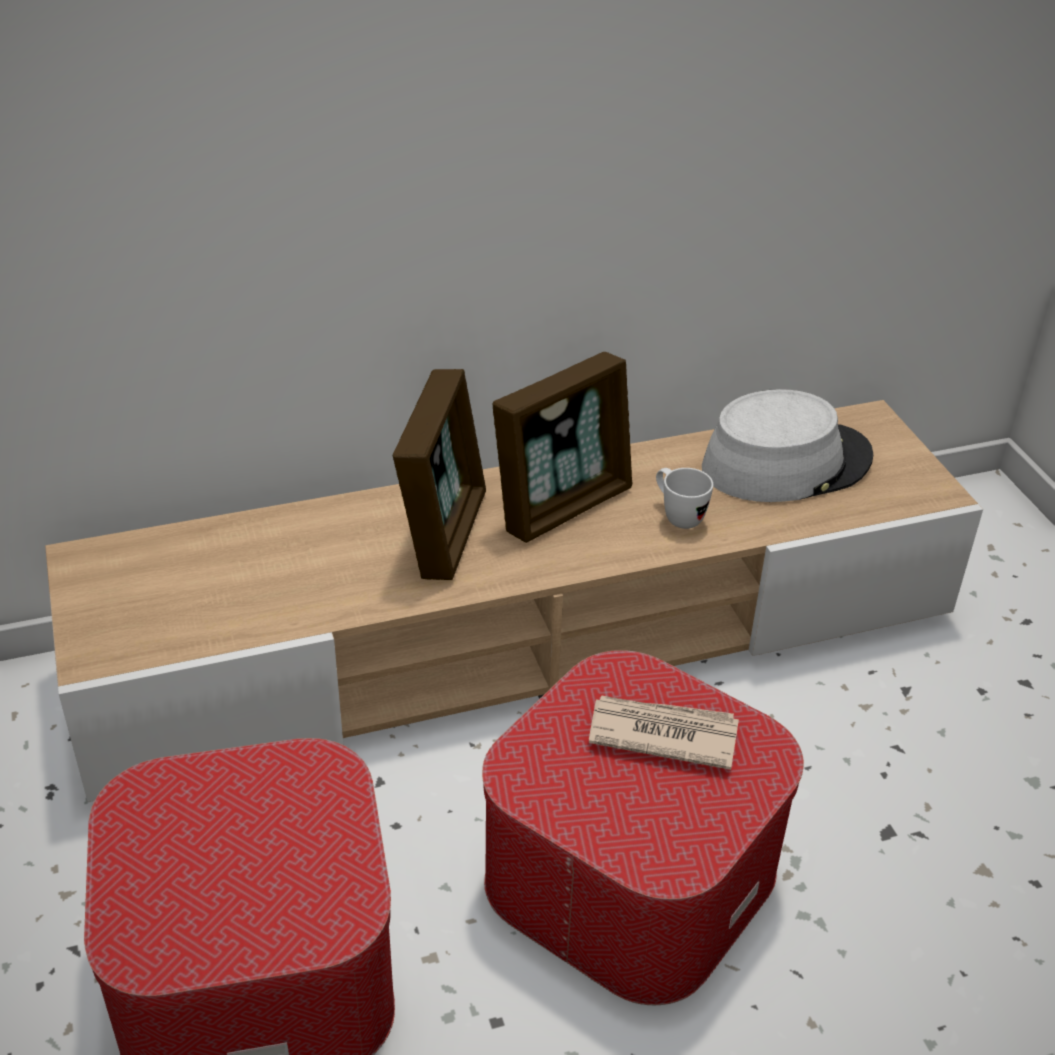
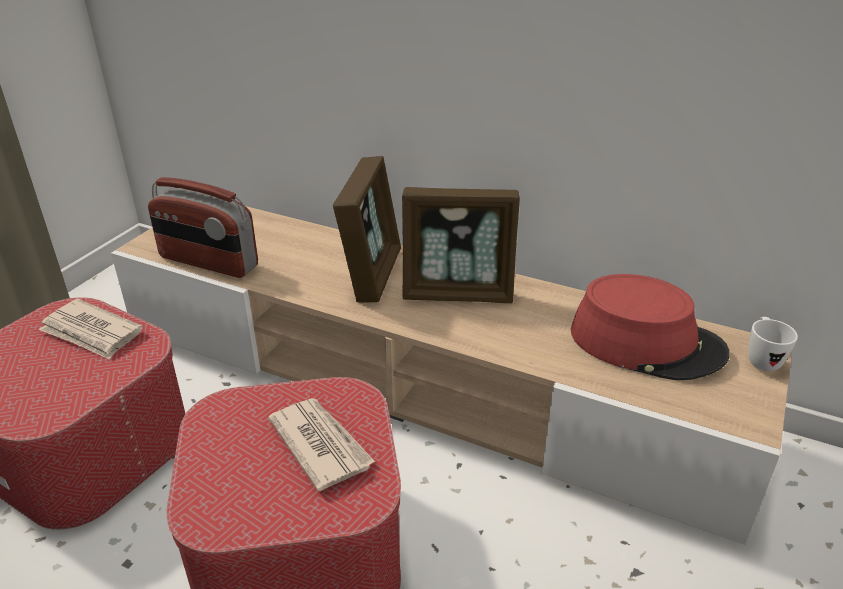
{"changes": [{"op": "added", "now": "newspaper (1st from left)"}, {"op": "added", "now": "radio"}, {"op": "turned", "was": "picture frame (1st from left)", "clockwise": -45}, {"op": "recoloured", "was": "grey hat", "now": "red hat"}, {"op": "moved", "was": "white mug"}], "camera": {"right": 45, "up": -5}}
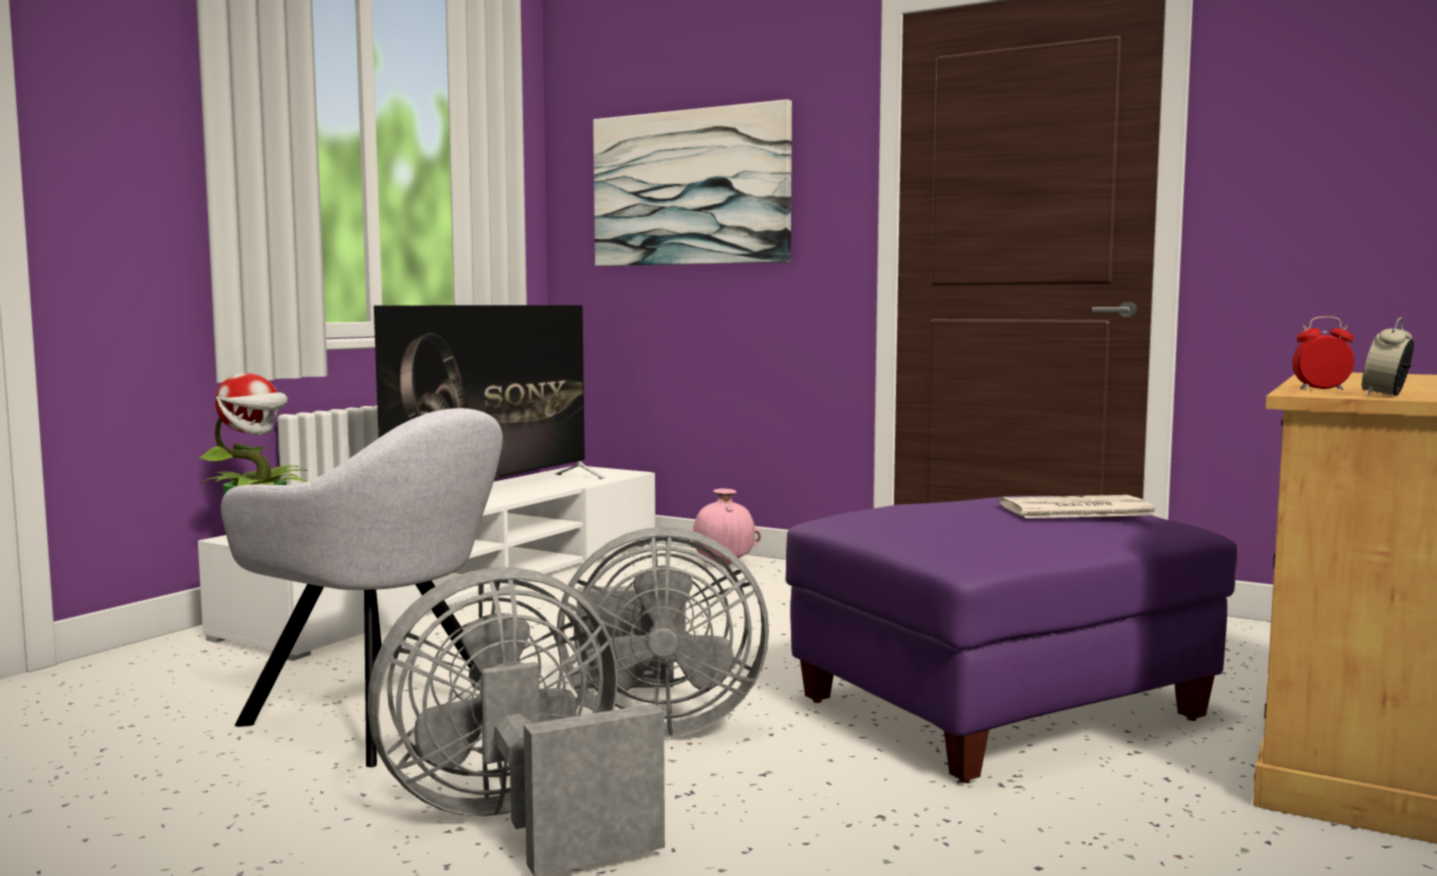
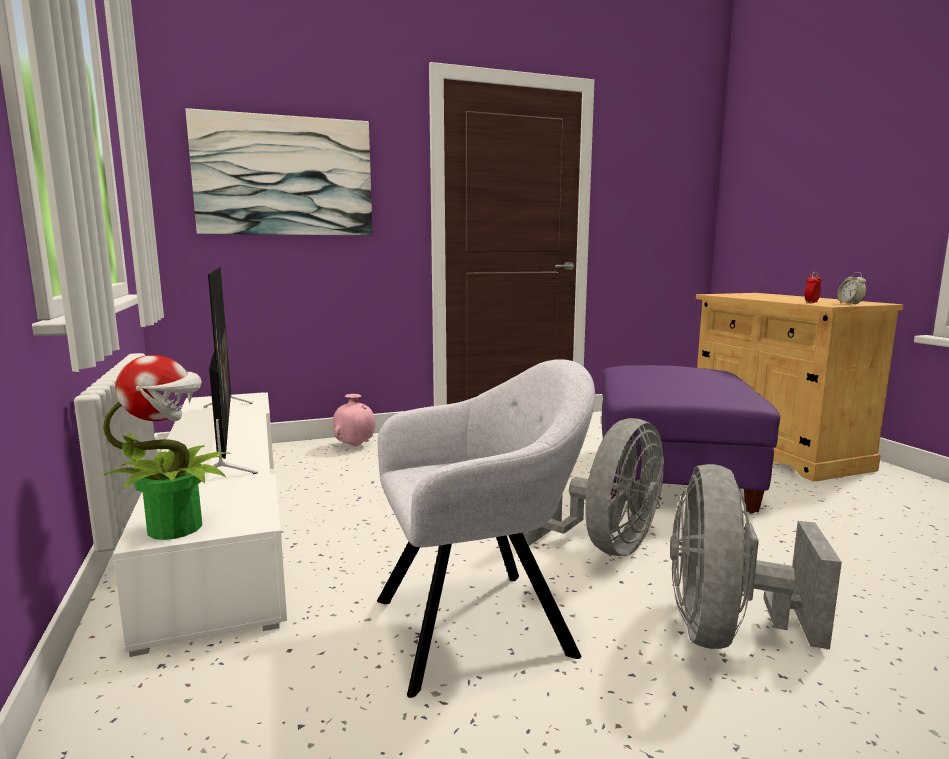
{"changes": [{"op": "removed", "was": "newspaper"}], "camera": {"right": -50, "up": 5}}
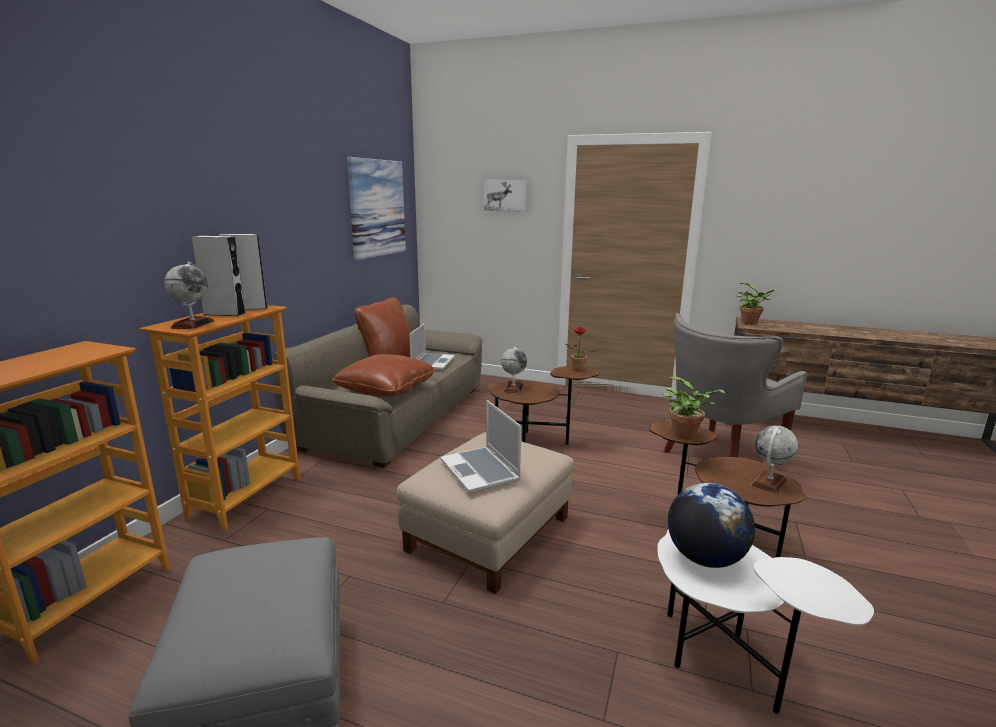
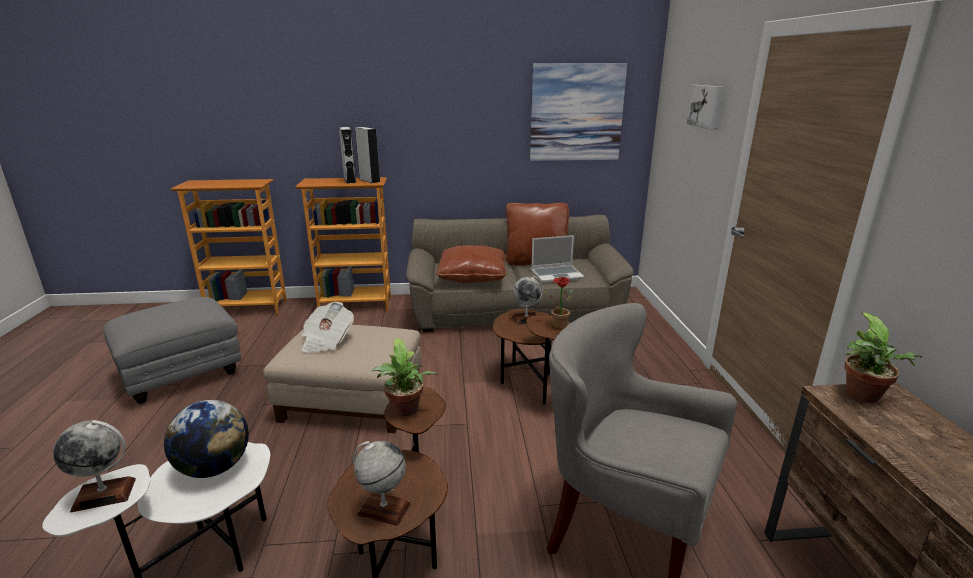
{"changes": [{"op": "moved", "was": "globe (1st from left)"}, {"op": "replaced", "was": "laptop (2nd from left)", "now": "newspaper"}], "camera": {"right": 65, "up": 5}}
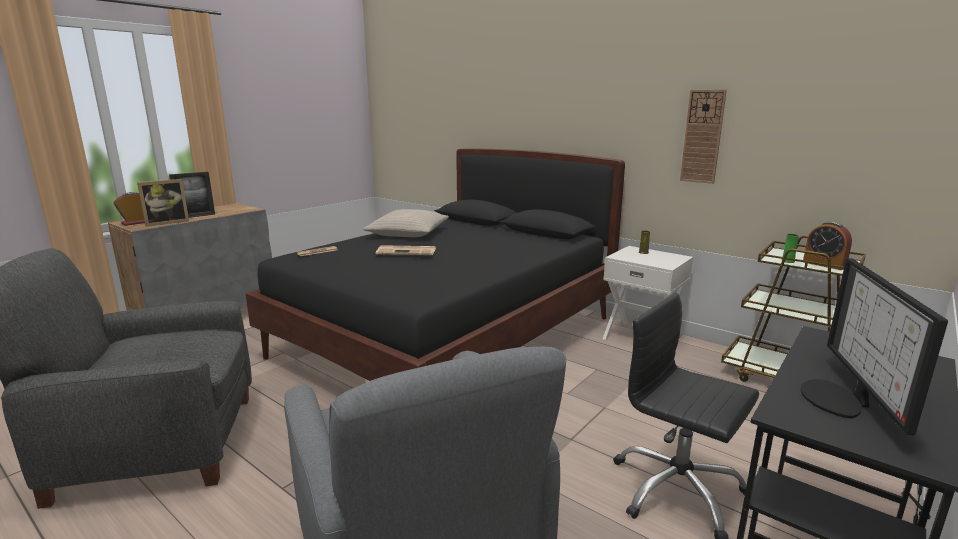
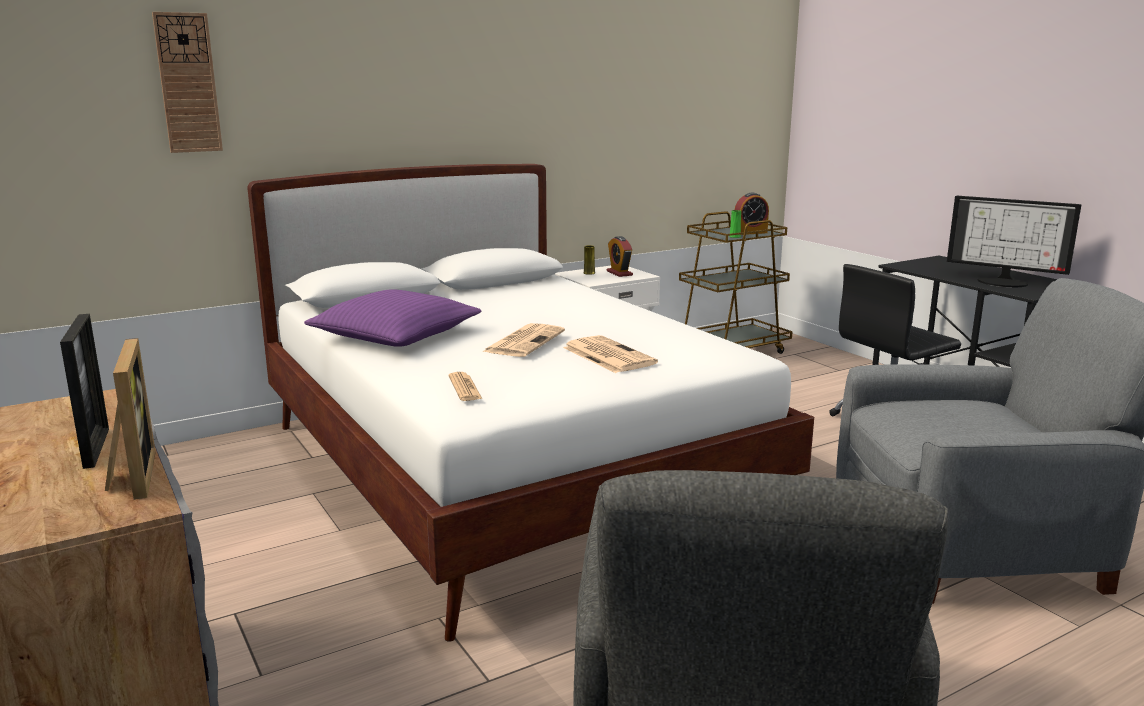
{"changes": [{"op": "moved", "was": "wall clock"}, {"op": "recoloured", "was": "black bed", "now": "white bed"}, {"op": "recoloured", "was": "beige pillow", "now": "purple pillow"}, {"op": "added", "now": "newspaper (3rd from left)"}, {"op": "moved", "was": "alarm clock (1st from left)"}], "camera": {"right": -70, "up": 0}}
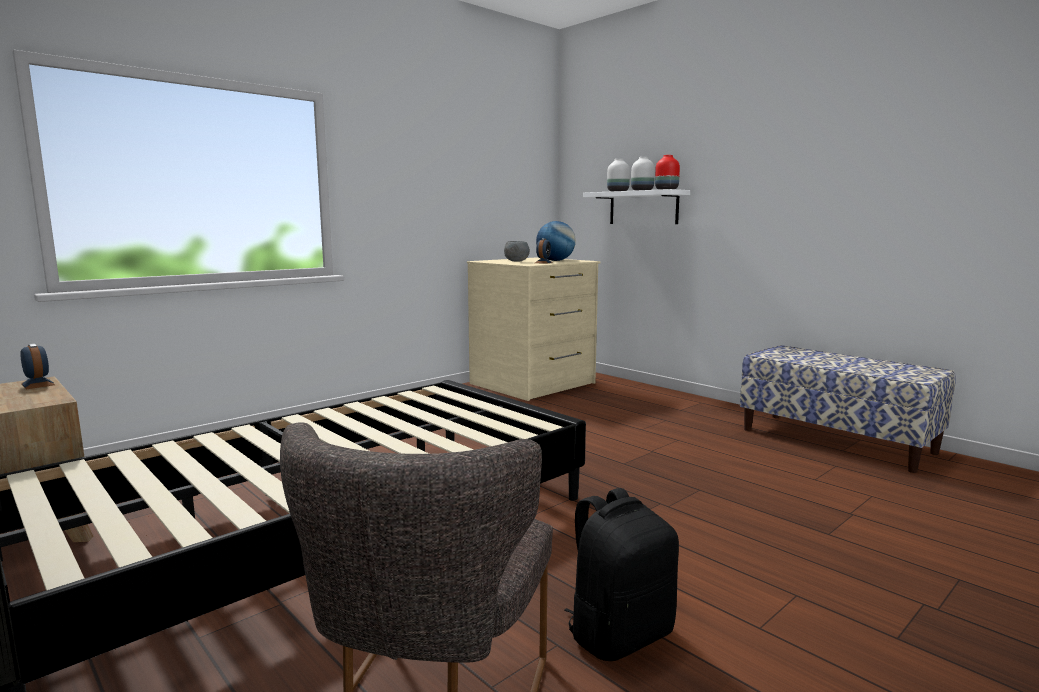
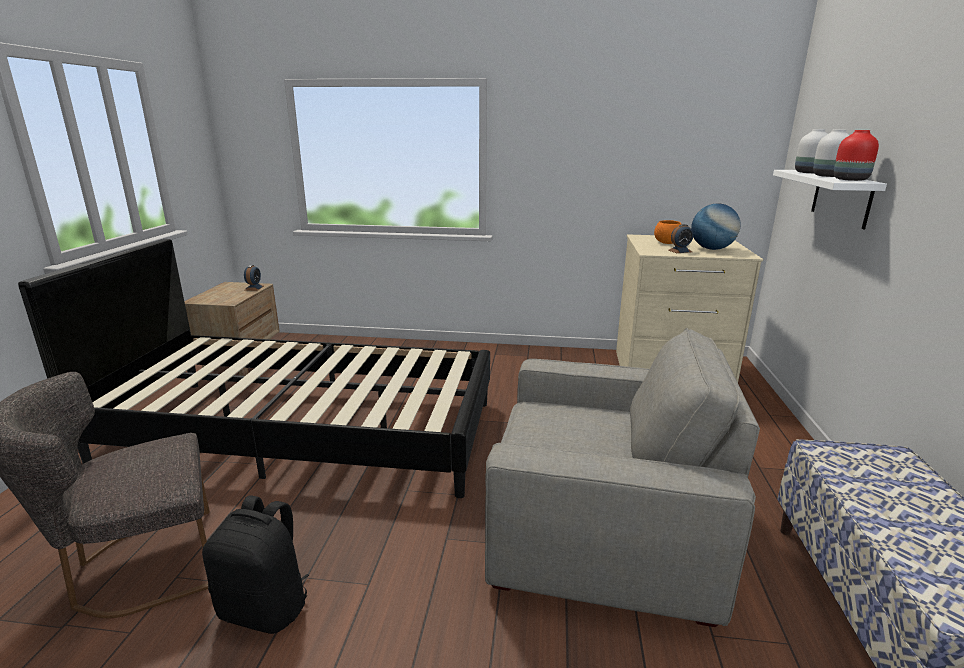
{"changes": [{"op": "added", "now": "grey armchair"}, {"op": "recoloured", "was": "grey bowl", "now": "orange bowl"}], "camera": {"right": 50, "up": 10}}
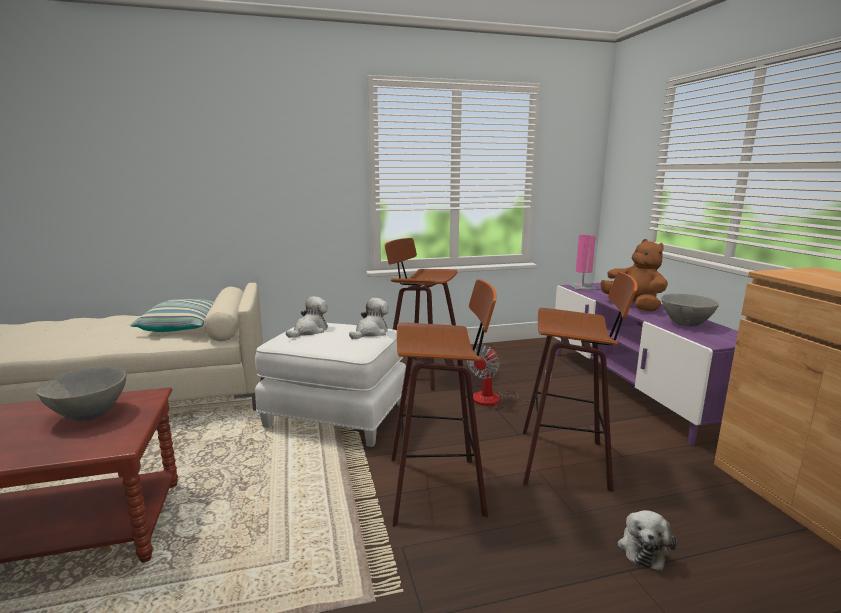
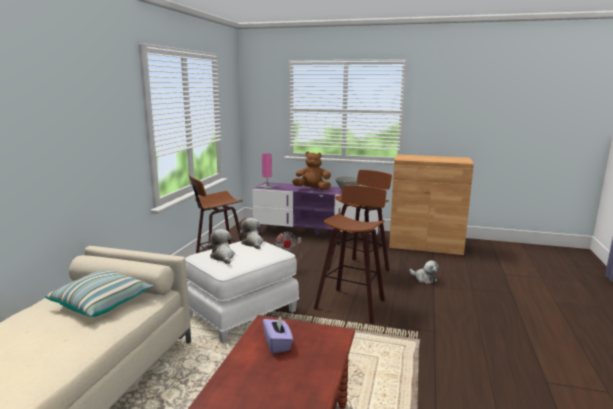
{"changes": [{"op": "replaced", "was": "grey bowl (1st from left)", "now": "purple tissue box"}], "camera": {"right": -60, "up": 0}}
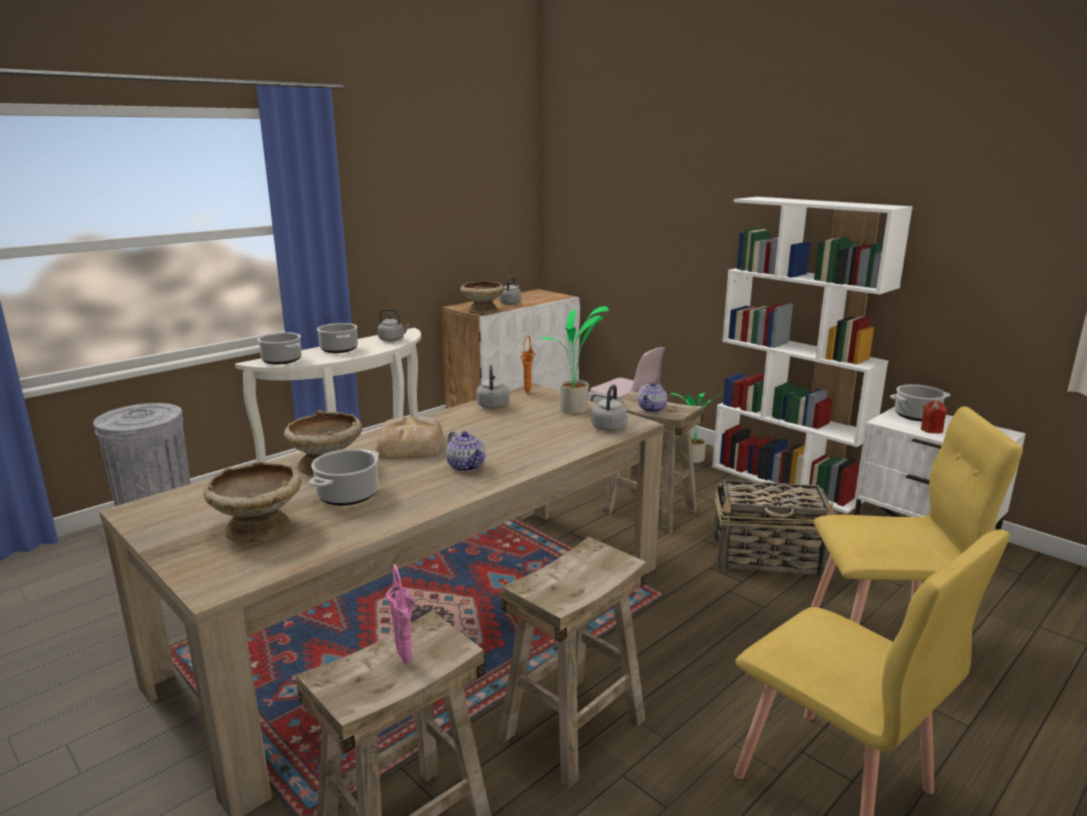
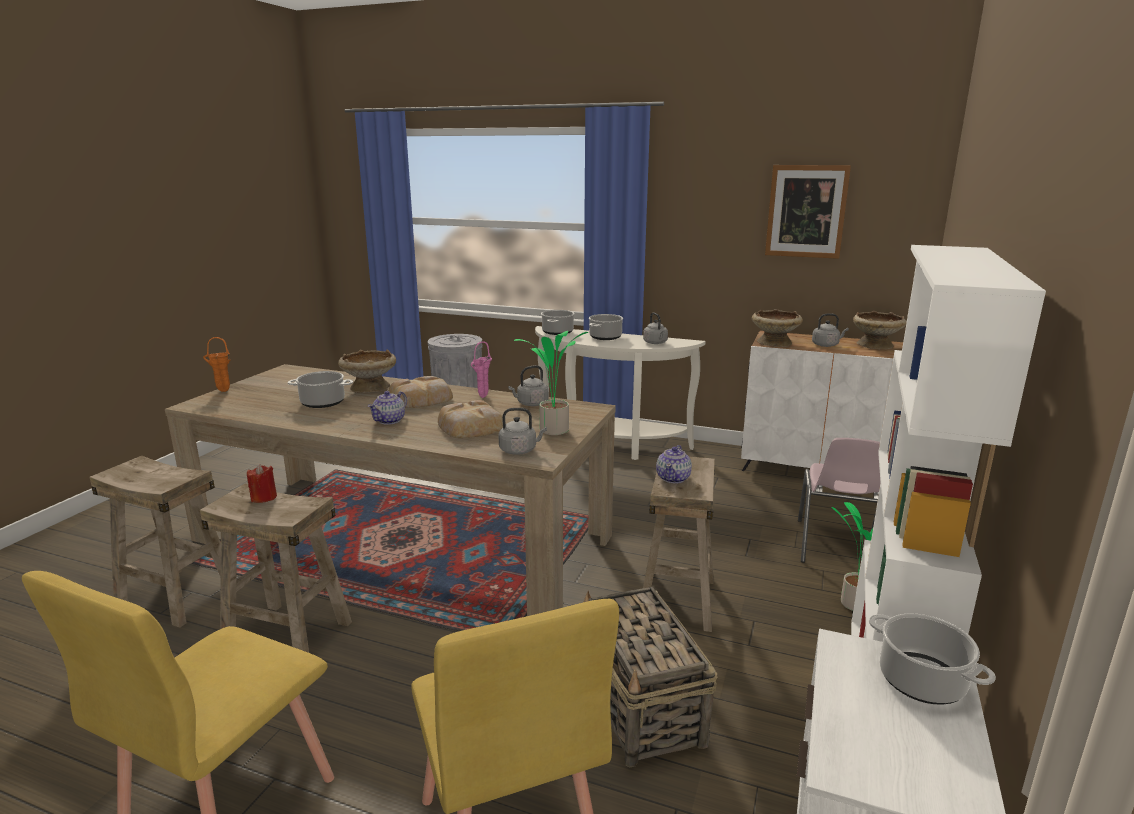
{"changes": [{"op": "moved", "was": "orange vase"}, {"op": "moved", "was": "red candle"}, {"op": "added", "now": "bread (2nd from left)"}, {"op": "moved", "was": "pink vase"}, {"op": "turned", "was": "teapot (2nd from left)", "clockwise": -75}, {"op": "added", "now": "picture"}, {"op": "moved", "was": "beige bowl (1st from left in the first image)", "now": "beige bowl (3rd from left)"}], "camera": {"right": 65, "up": 0}}
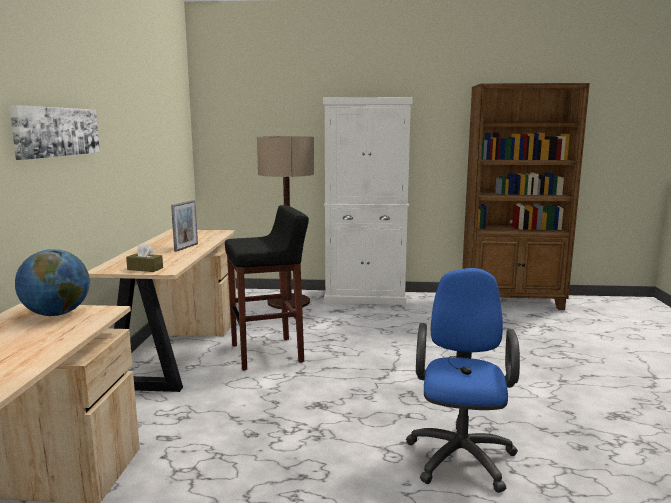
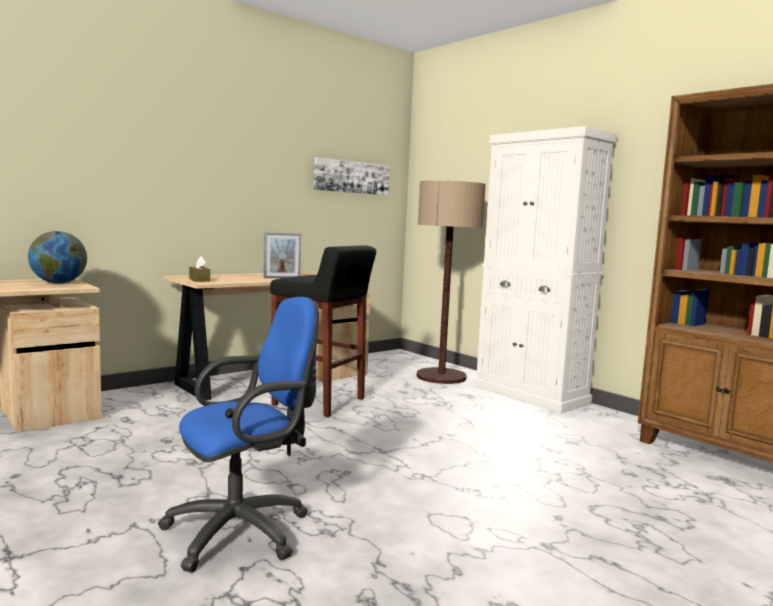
{"changes": [{"op": "moved", "was": "picture"}], "camera": {"right": 45, "up": -5}}
